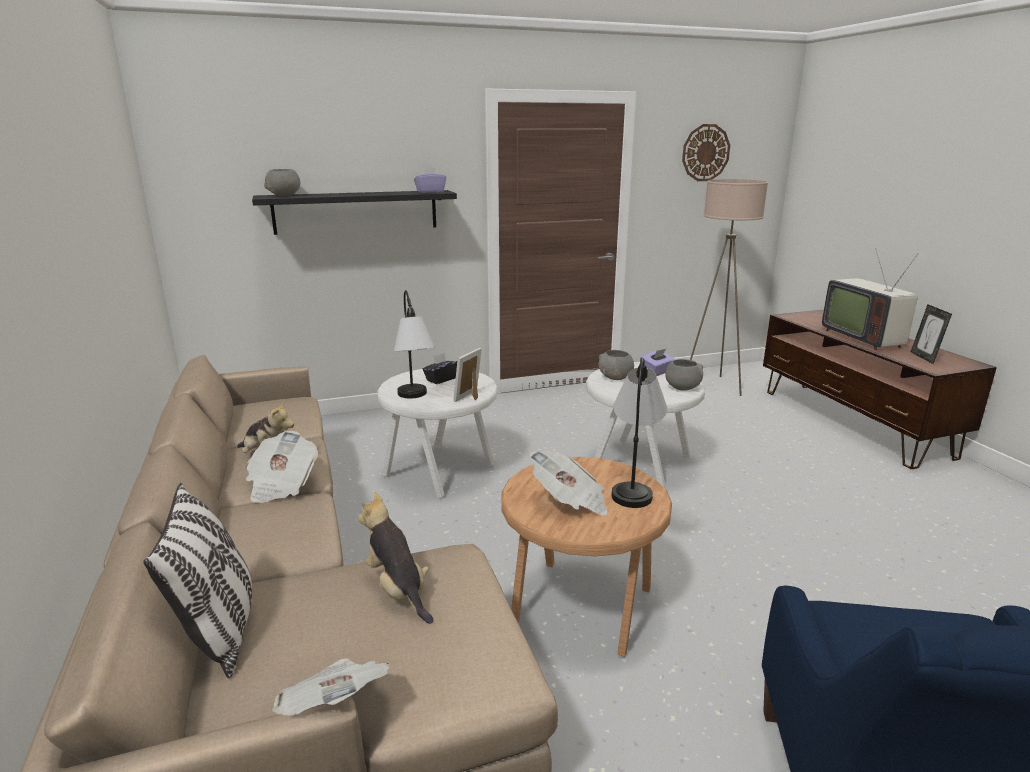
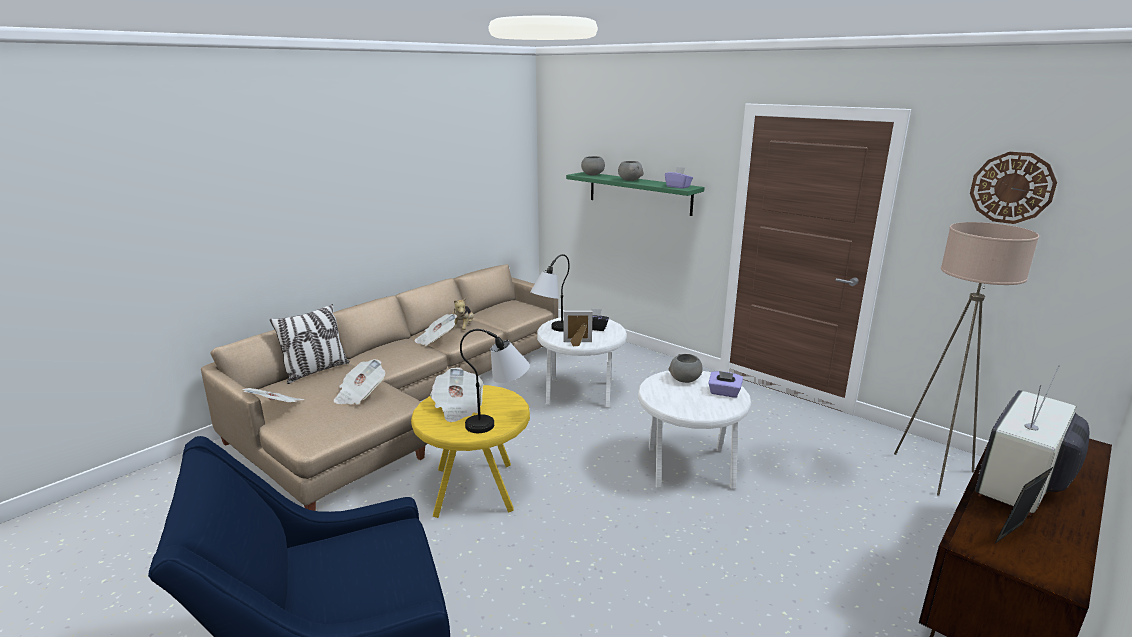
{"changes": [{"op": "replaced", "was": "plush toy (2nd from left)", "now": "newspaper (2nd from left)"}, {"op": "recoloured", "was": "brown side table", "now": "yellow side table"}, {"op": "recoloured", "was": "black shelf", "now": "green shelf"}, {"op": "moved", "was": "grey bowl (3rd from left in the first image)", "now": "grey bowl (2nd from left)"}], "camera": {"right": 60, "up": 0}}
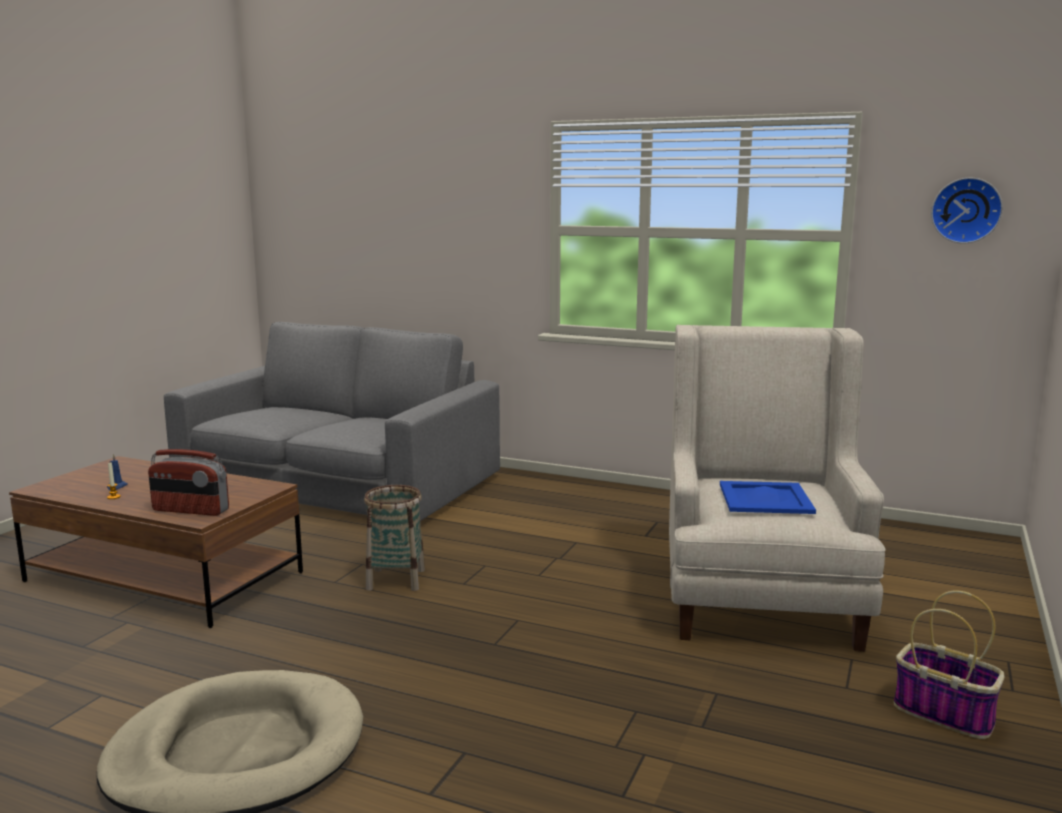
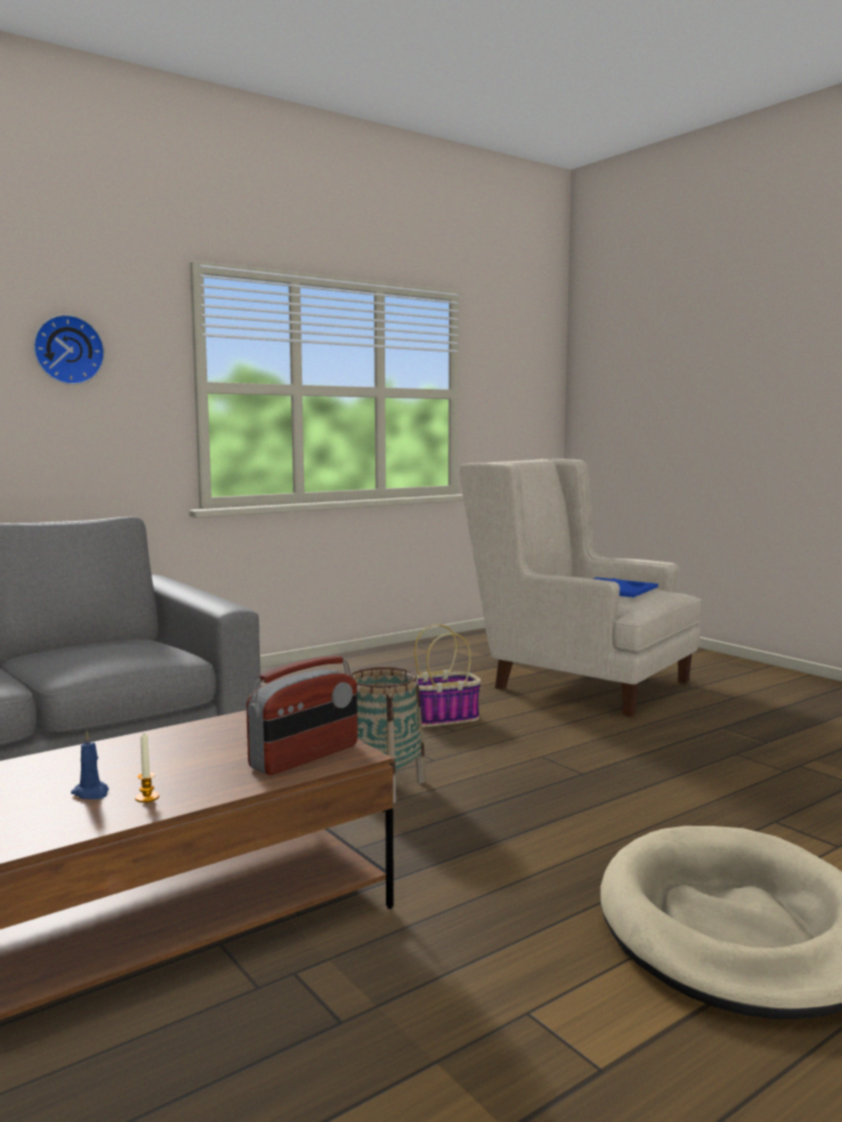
{"changes": [{"op": "moved", "was": "wall clock"}, {"op": "moved", "was": "basket (2nd from left)"}], "camera": {"right": -60, "up": -5}}
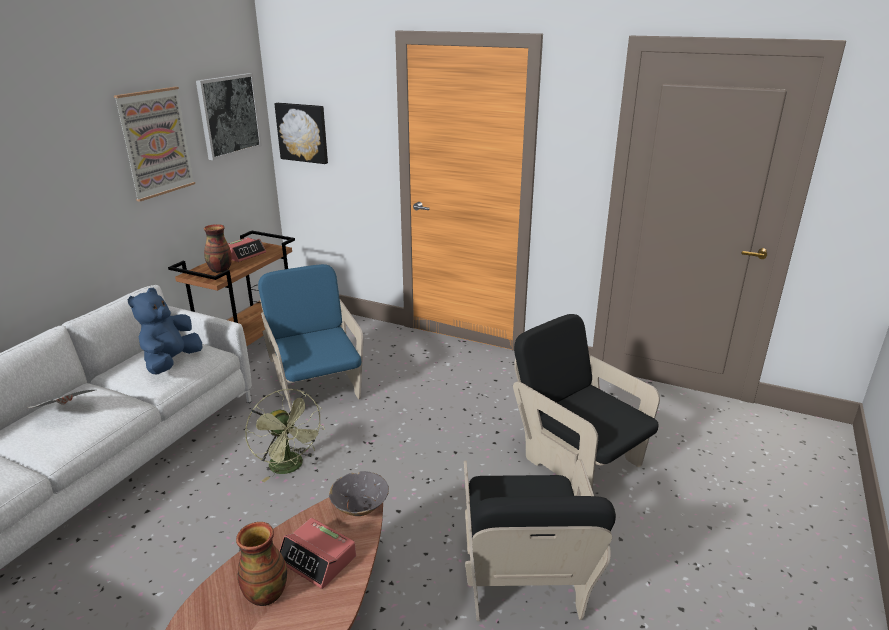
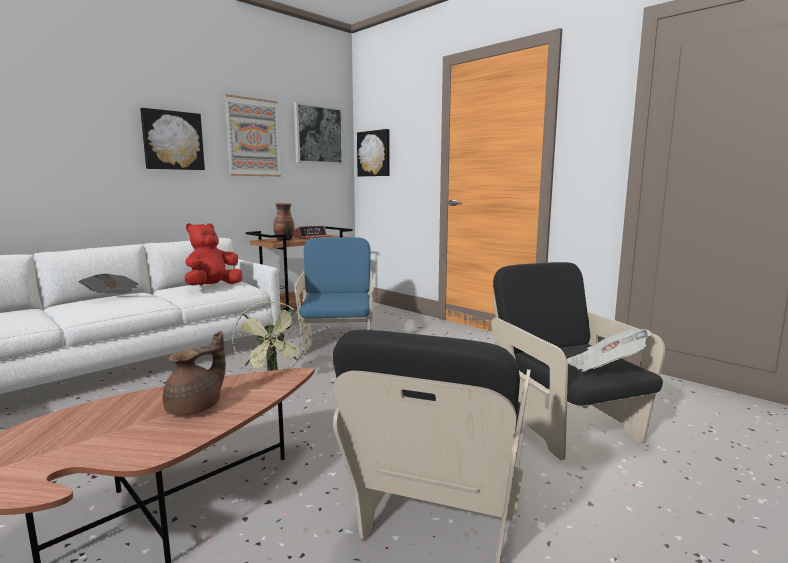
{"changes": [{"op": "added", "now": "picture (1st from left)"}, {"op": "replaced", "was": "alarm clock (2nd from left)", "now": "brown teapot"}, {"op": "recoloured", "was": "blue plush toy", "now": "red plush toy"}, {"op": "added", "now": "newspaper (2nd from left)"}, {"op": "removed", "was": "vase (2nd from left)"}, {"op": "removed", "was": "grey bowl"}], "camera": {"right": 20, "up": -15}}
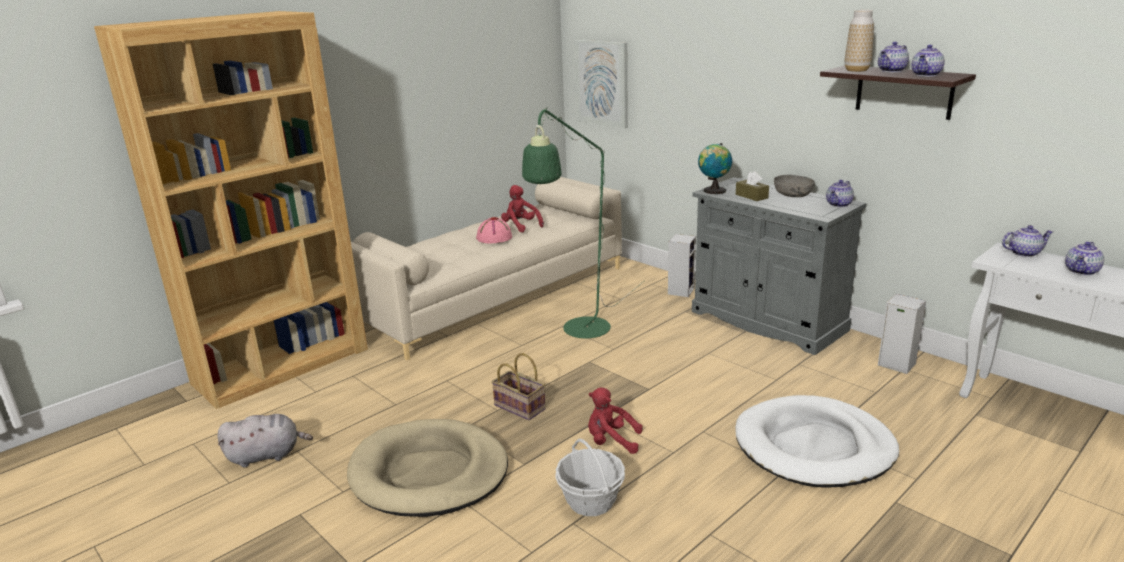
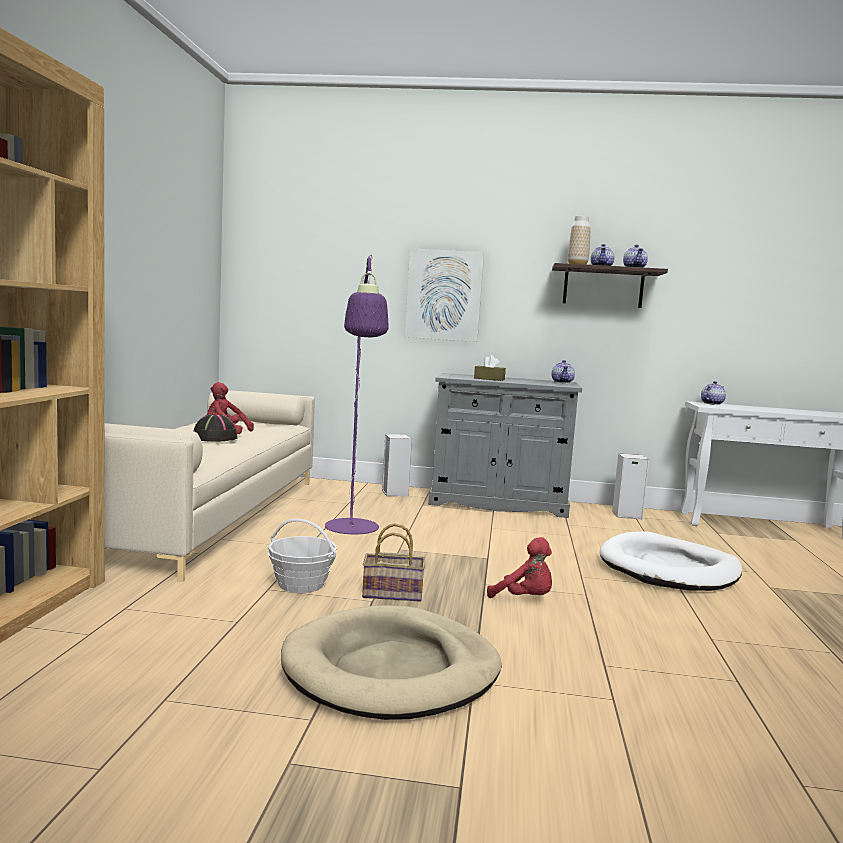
{"changes": [{"op": "recoloured", "was": "pink hat", "now": "black hat"}, {"op": "moved", "was": "basket (2nd from left in the first image)", "now": "basket (1st from left)"}, {"op": "recoloured", "was": "green floor lamp", "now": "purple floor lamp"}, {"op": "moved", "was": "picture"}, {"op": "turned", "was": "red plush toy (2nd from left)", "clockwise": -120}, {"op": "removed", "was": "grey plush toy"}, {"op": "removed", "was": "globe"}, {"op": "removed", "was": "grey bowl"}, {"op": "removed", "was": "teapot (5th from left)"}], "camera": {"right": -40, "up": -15}}
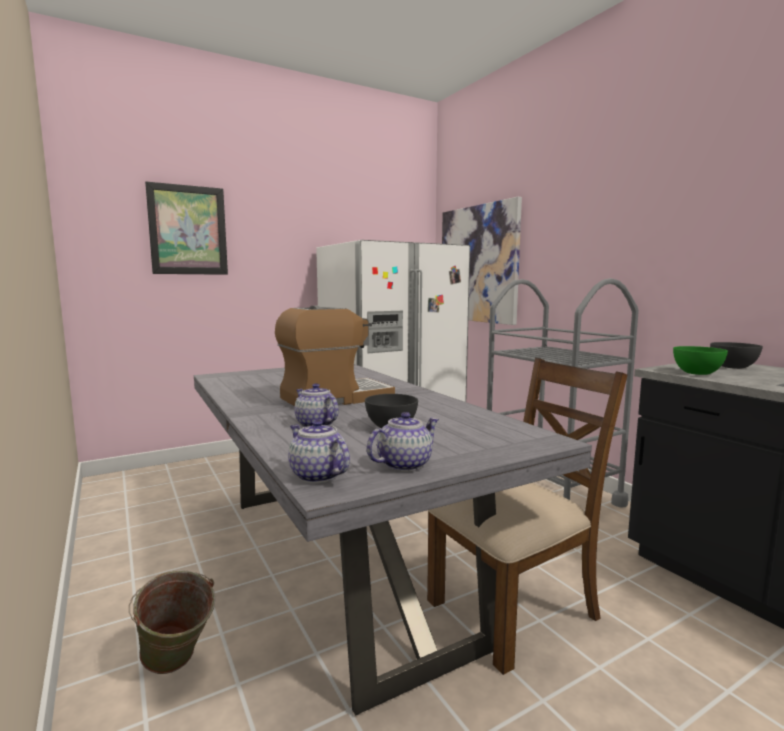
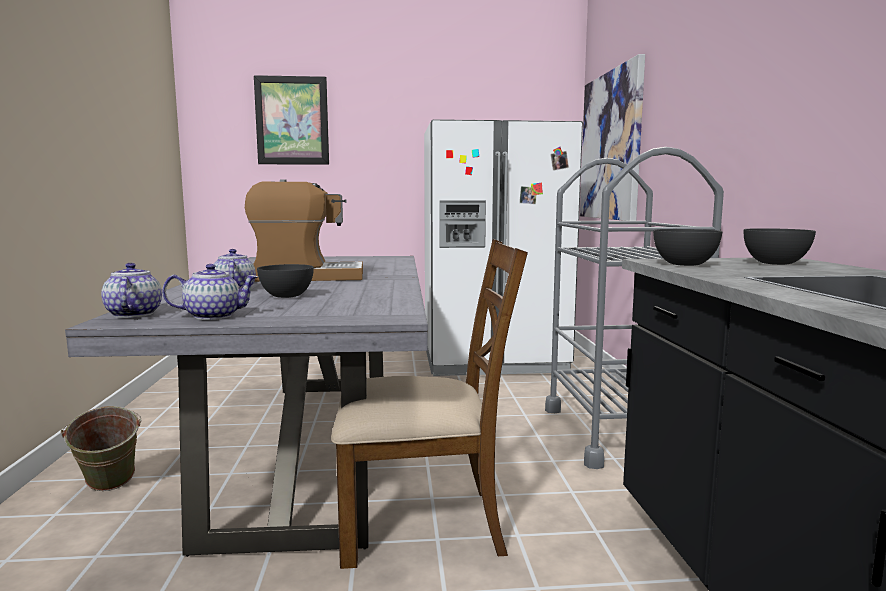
{"changes": [{"op": "recoloured", "was": "green bowl", "now": "grey bowl (2nd from left)"}], "camera": {"right": 25, "up": 0}}
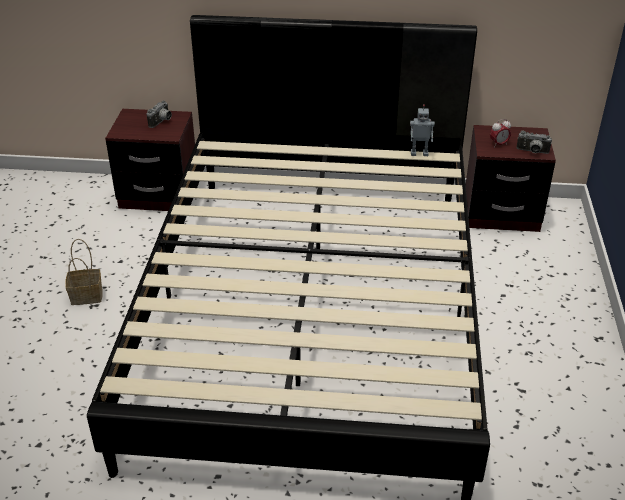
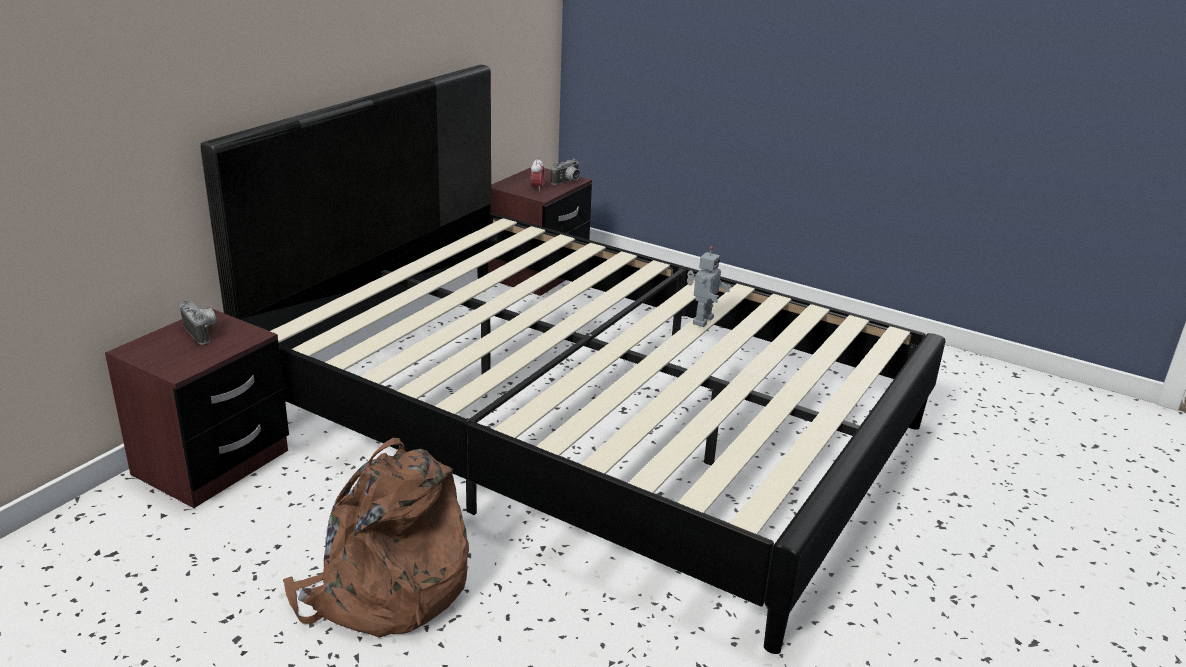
{"changes": [{"op": "replaced", "was": "basket", "now": "brown backpack"}, {"op": "moved", "was": "toy robot"}], "camera": {"right": -65, "up": -10}}
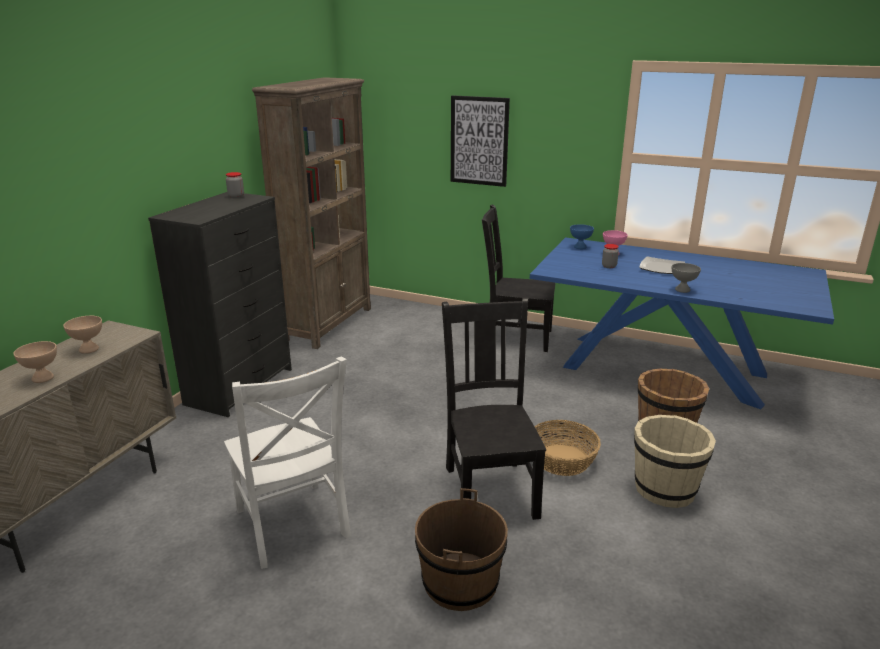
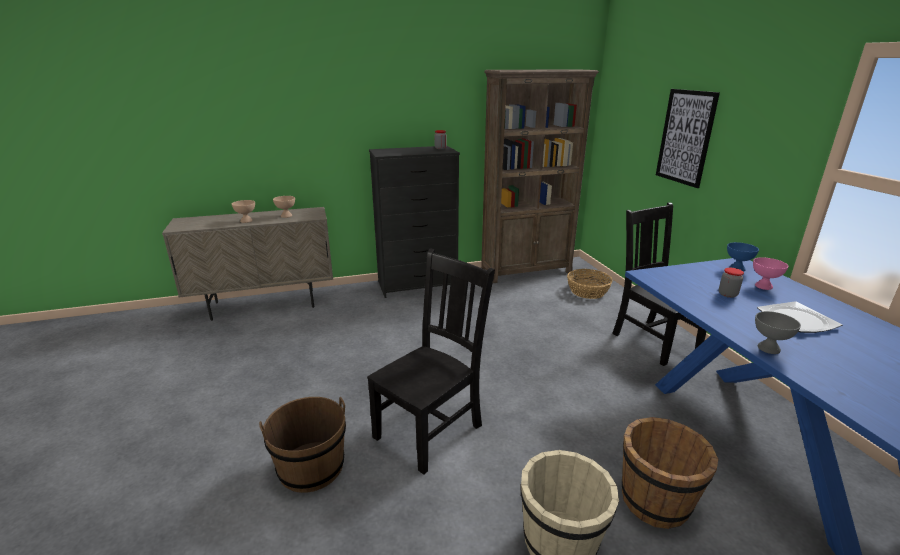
{"changes": [{"op": "moved", "was": "basket"}, {"op": "removed", "was": "white chair"}], "camera": {"right": 50, "up": 0}}
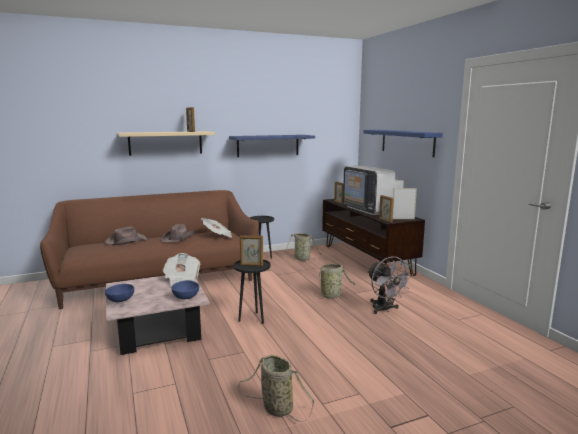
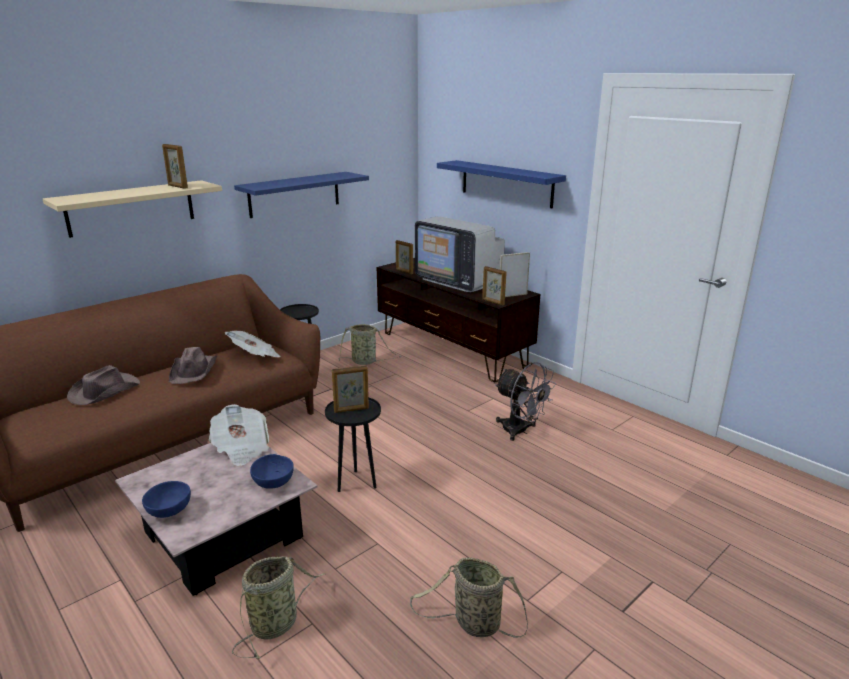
{"changes": [{"op": "moved", "was": "basket (3rd from left in the first image)", "now": "basket (1st from left)"}], "camera": {"right": -20, "up": 10}}
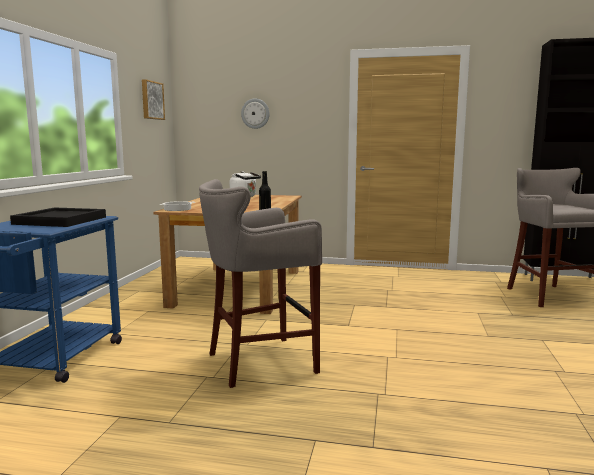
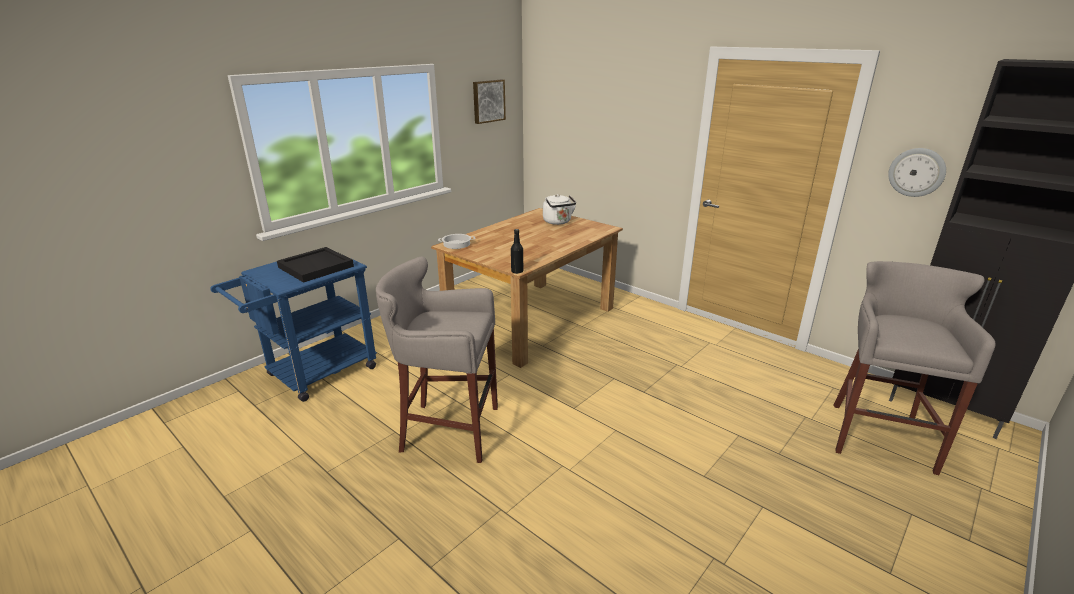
{"changes": [{"op": "moved", "was": "wall clock"}], "camera": {"right": 30, "up": 15}}
